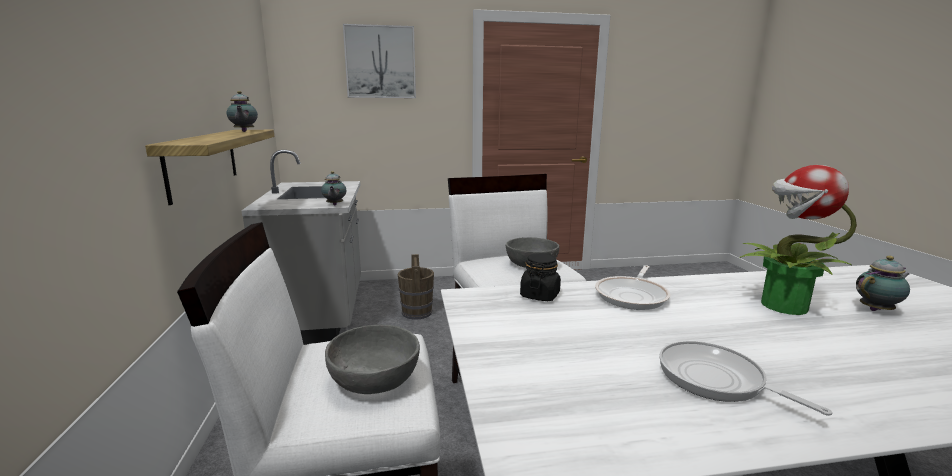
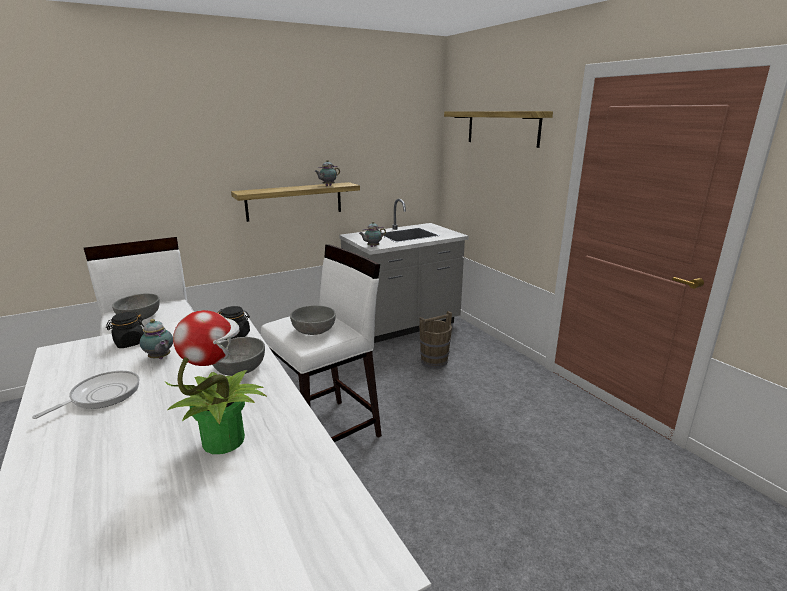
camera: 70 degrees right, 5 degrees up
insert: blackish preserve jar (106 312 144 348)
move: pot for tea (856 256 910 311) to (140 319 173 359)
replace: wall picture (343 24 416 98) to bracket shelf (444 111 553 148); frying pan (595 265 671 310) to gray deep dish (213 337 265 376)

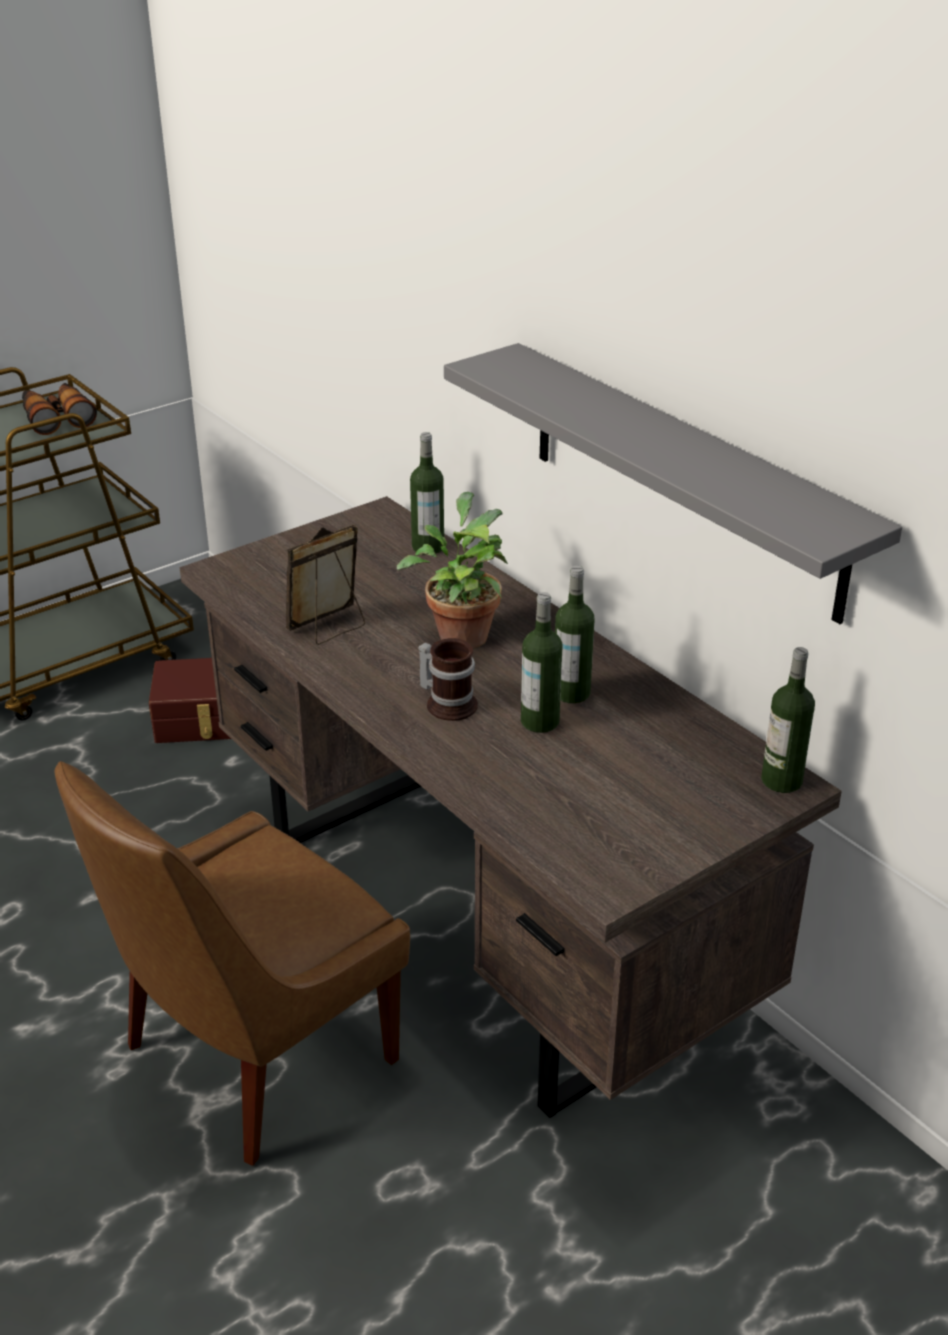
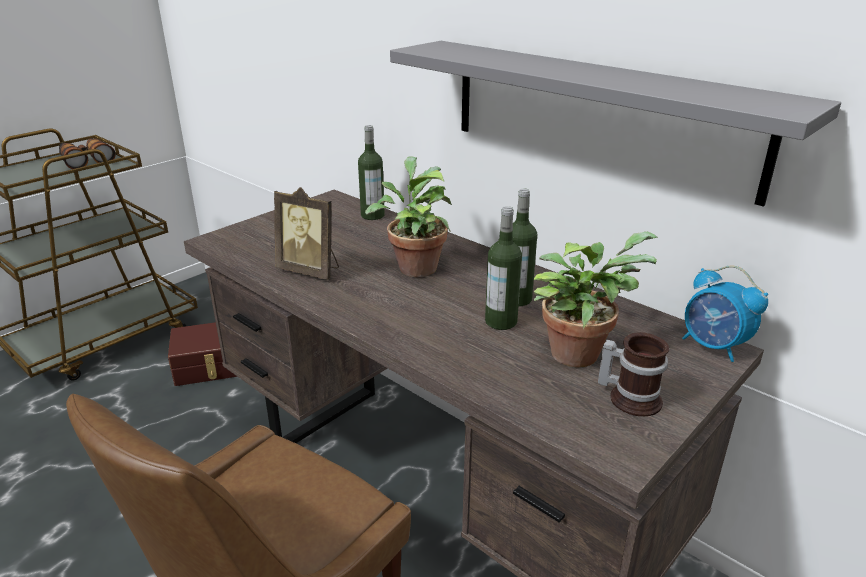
camera: 10 degrees left, 5 degrees down
insert: houseplant (533 232 658 368)
move: mug (418 638 478 721) to (598 332 669 416)
replace: beverage bottle (761 647 815 793) to bedside clock (682 266 768 362)
rotate: standing frame (286 525 365 645) = (274 187 339 280) 105 degrees counterclockwise

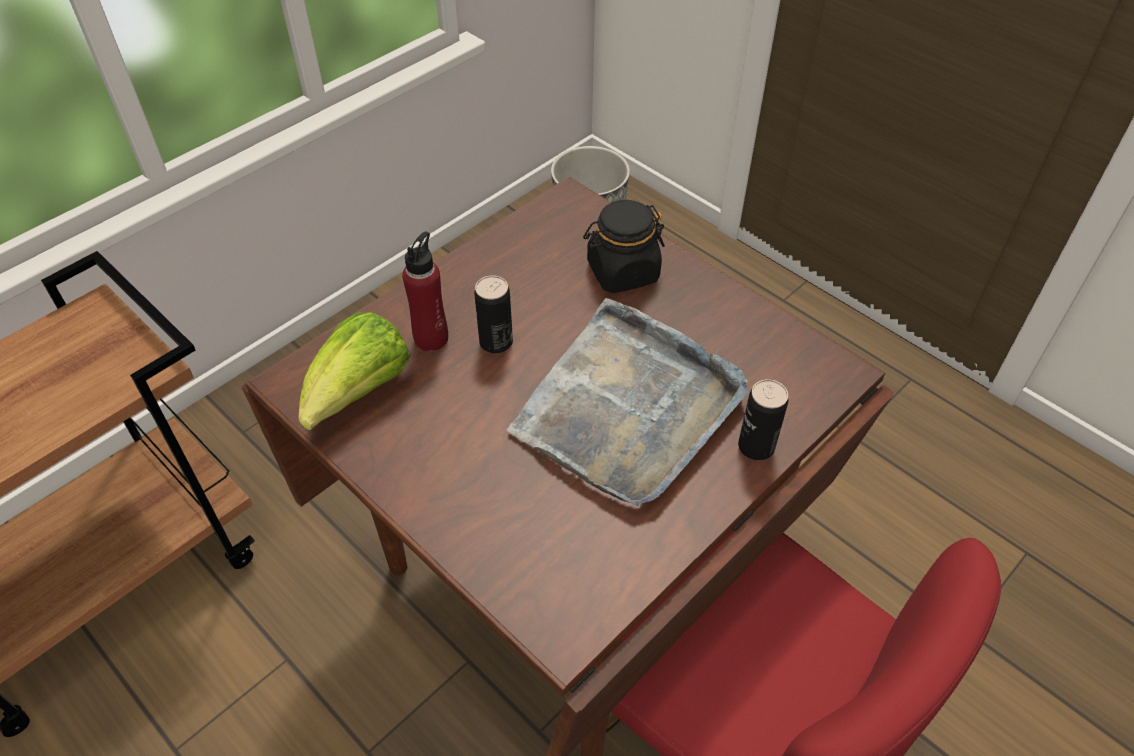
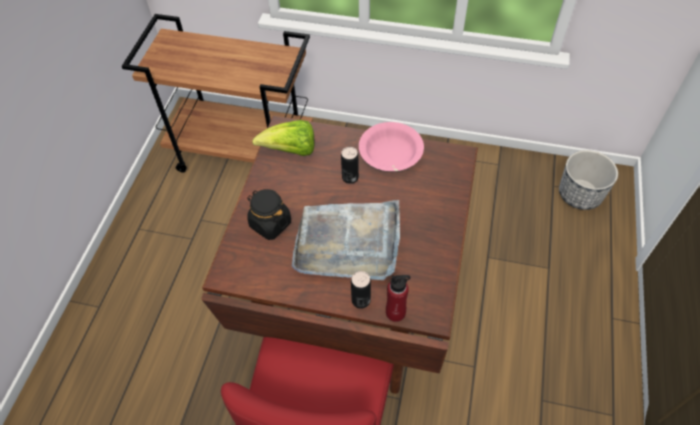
camera: 60 degrees right, 5 degrees up
insert: pinkish deep dish (359 122 424 171)
move: reddish beverage bottle (402 232 448 351) to (386 275 411 322); blackish preserve jar (583 200 664 293) to (247 189 291 240)

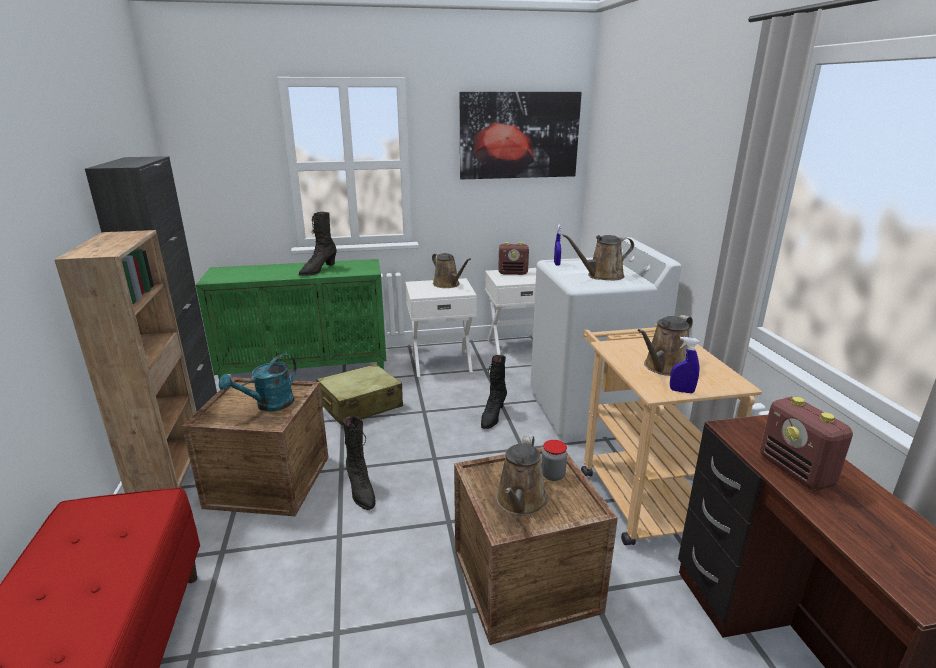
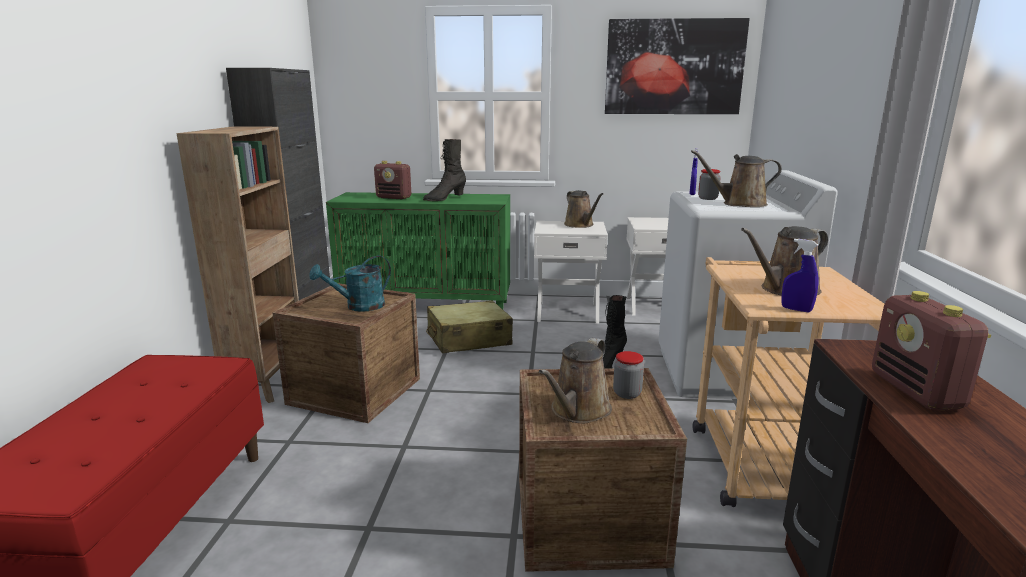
camera: 15 degrees right, 5 degrees down
delete: blackish high-top boot (343 416 375 510)
insert: preserve jar (698 169 721 200)
move: radio (498 242 529 275) to (374 161 411 199)

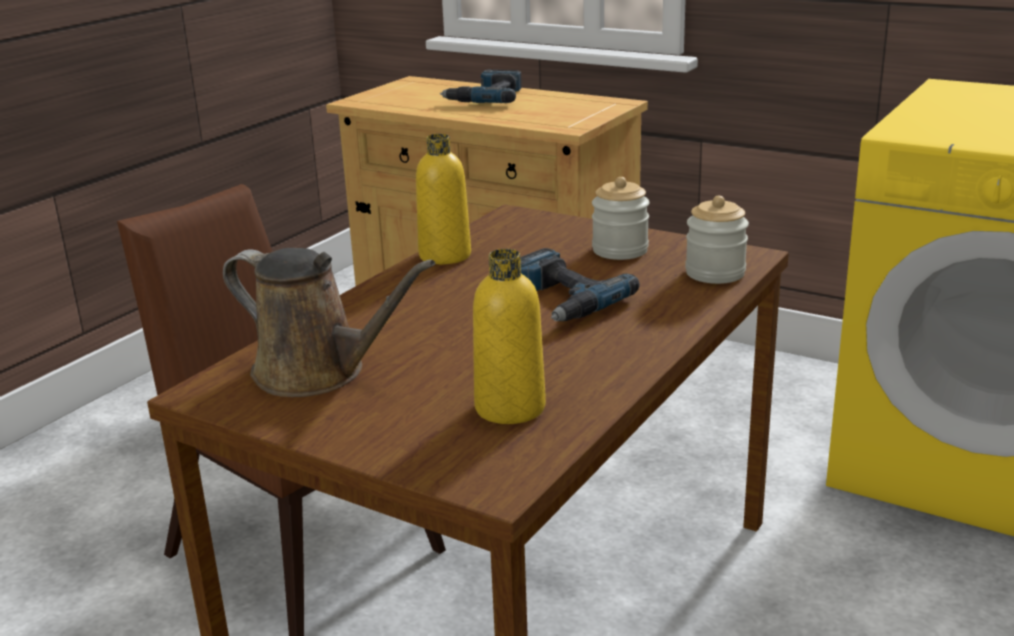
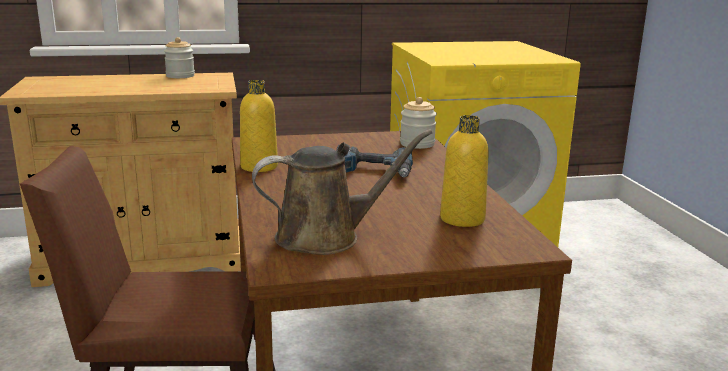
camera: 45 degrees left, 5 degrees down
delete: electric drill (440 70 522 103)
move: preserve jar (592 177 649 260) to (164 37 195 78)

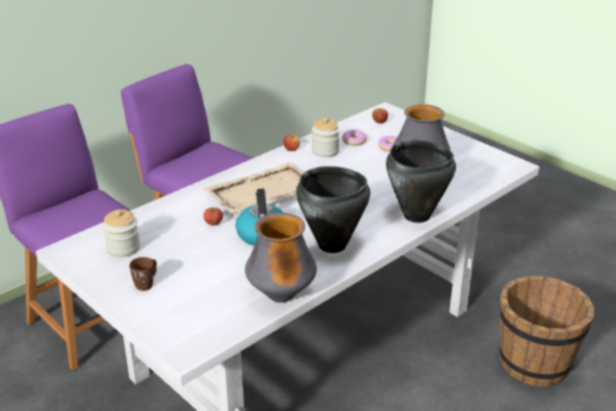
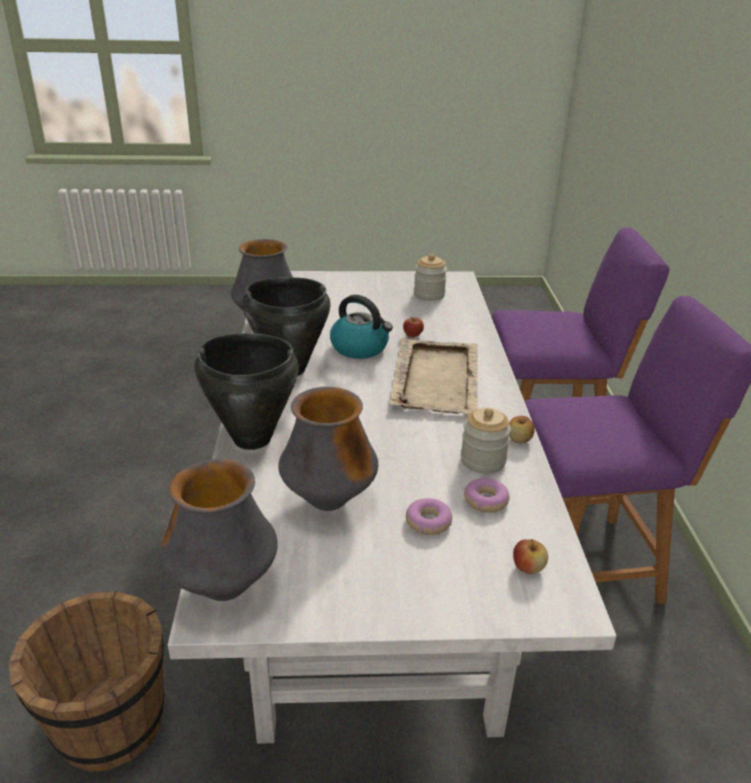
camera: 130 degrees right, 0 degrees up
delete: brown mug (129 257 157 291)
insert: decorative vase (159 459 278 601)

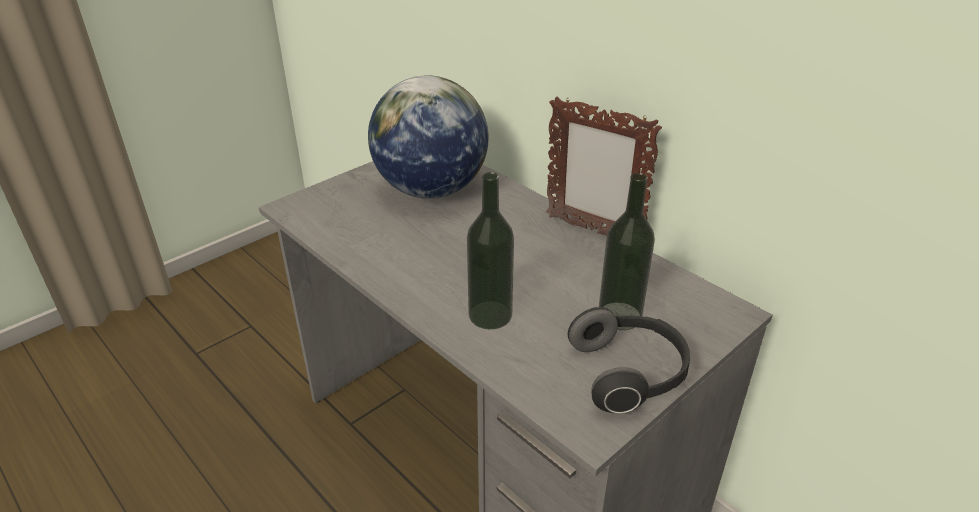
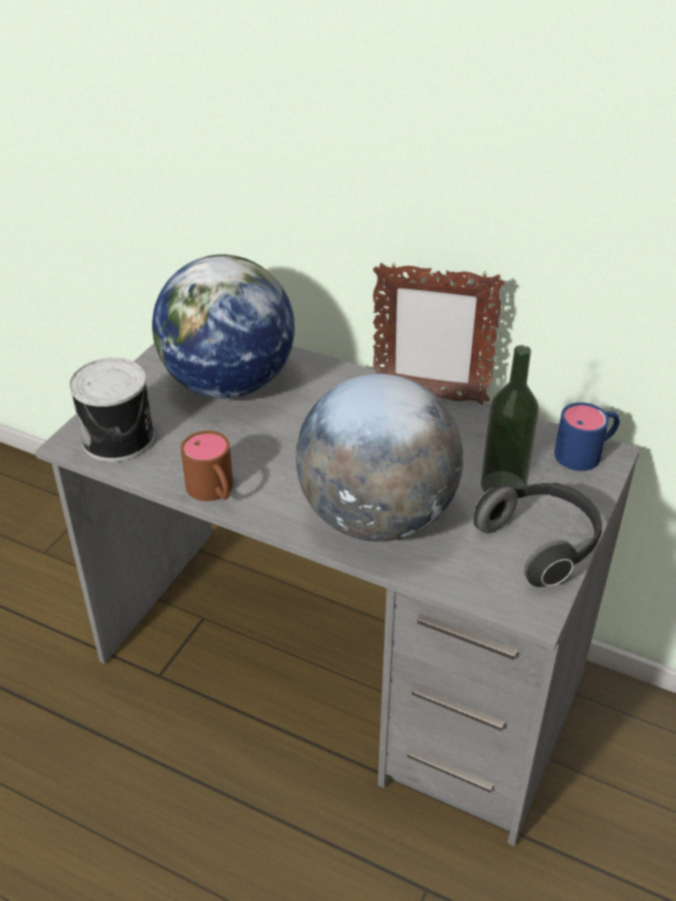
camera: 20 degrees left, 5 degrees up
insert: sealed can (69 358 155 462); brown mug (181 431 233 501); bluish mug (554 402 620 471)
replace: beverage bottle (467 172 514 329) to globe (296 374 463 542)

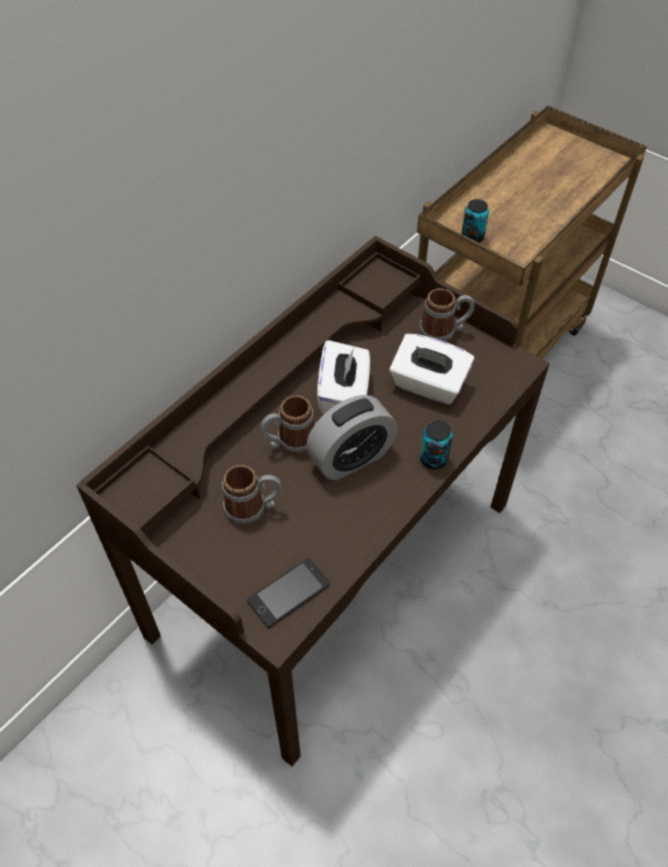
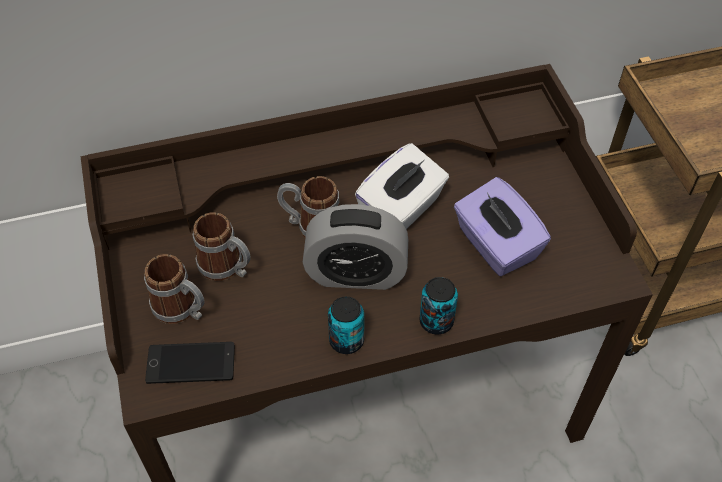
camera: 35 degrees right, 0 degrees up
move: mug (419 288 474 342) to (144 254 205 324); sealed can (461 199 489 243) to (328 296 364 354)
recolor: white-coloured tissue box (389 334 474 405) to purple-coloured tissue box (454 177 551 276)

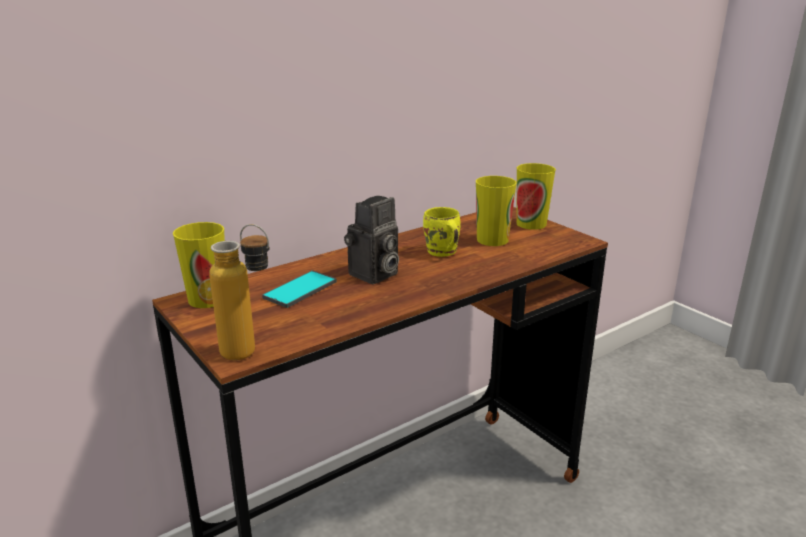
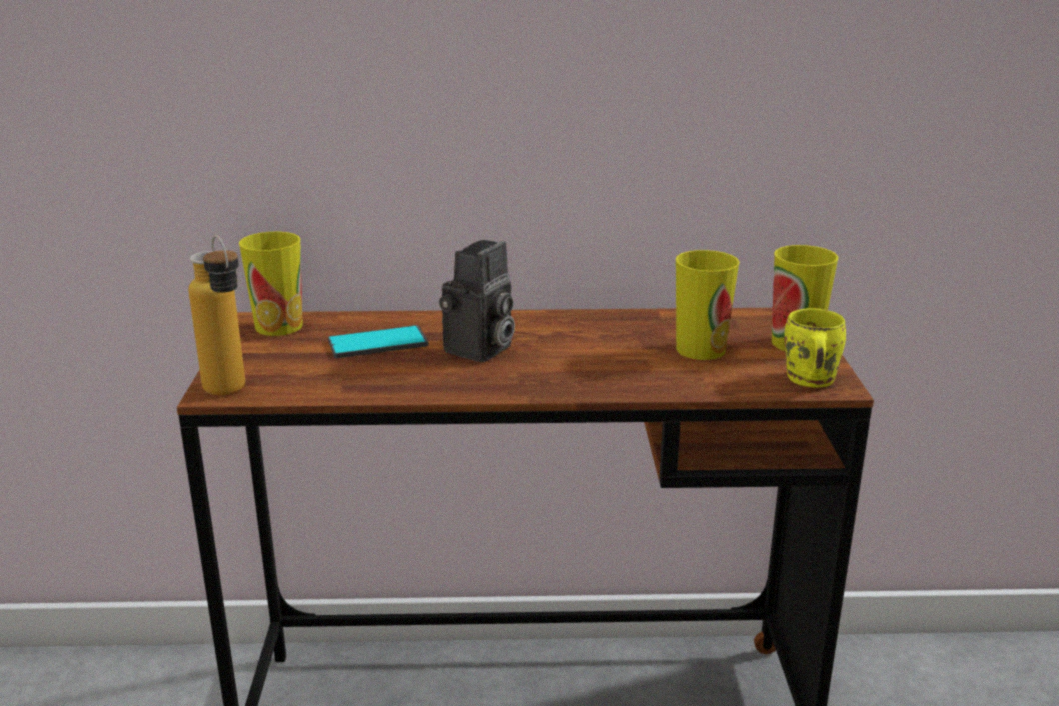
camera: 35 degrees right, 0 degrees up
move: yellowish mug (423 207 461 257) to (784 308 846 388)
rotate: still camera (344 196 399 284) = (439 240 515 363) 45 degrees counterclockwise

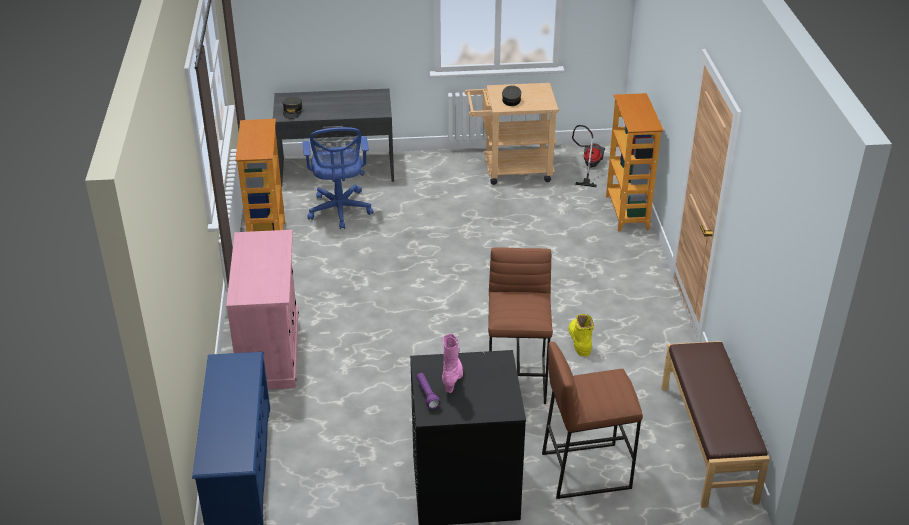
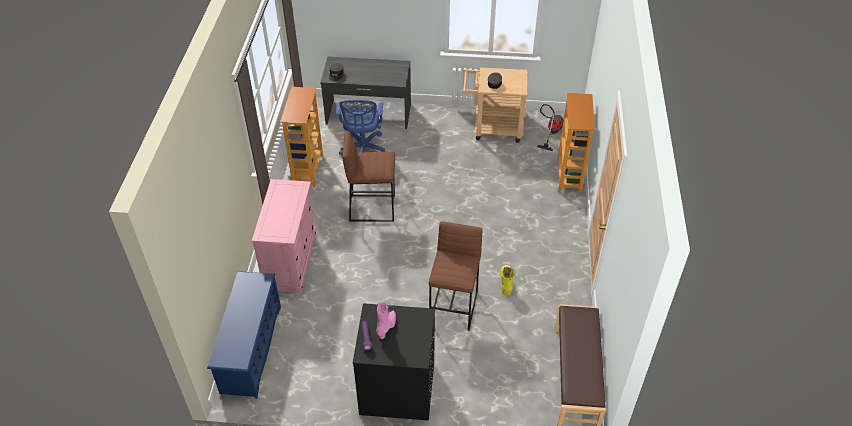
camera: 10 degrees right, 10 degrees up
move: brown sitting stool (542 342 643 499) to (342 131 395 222)

